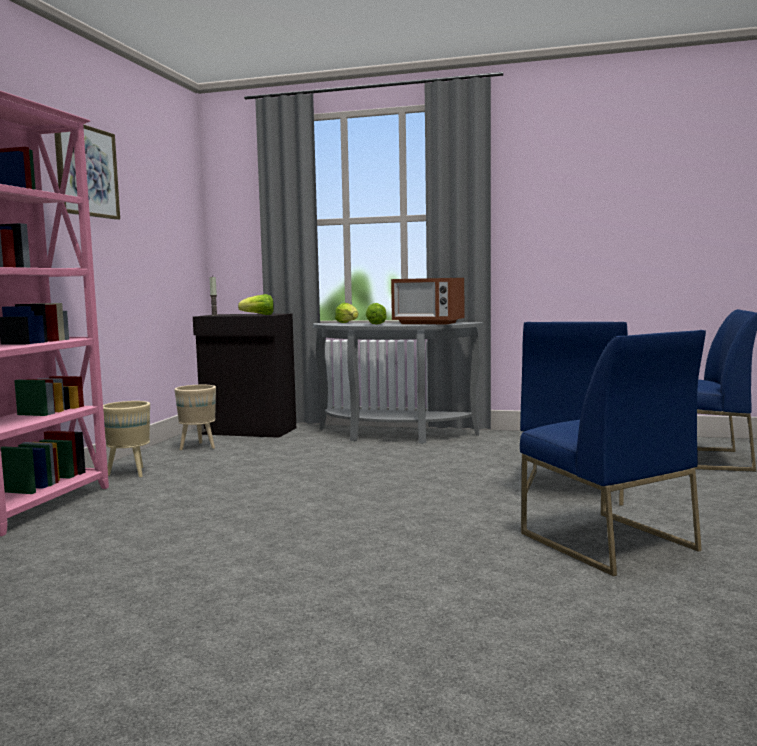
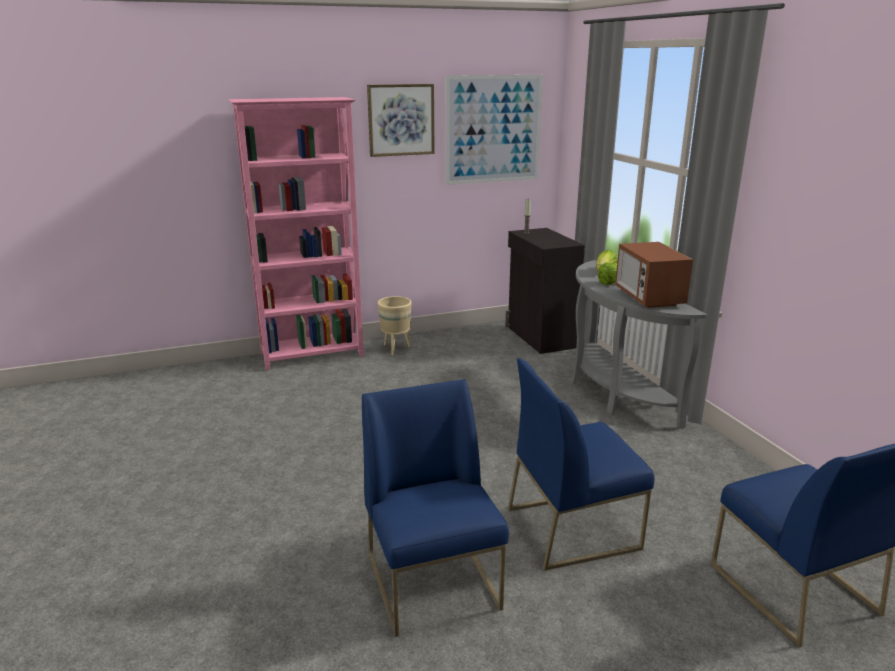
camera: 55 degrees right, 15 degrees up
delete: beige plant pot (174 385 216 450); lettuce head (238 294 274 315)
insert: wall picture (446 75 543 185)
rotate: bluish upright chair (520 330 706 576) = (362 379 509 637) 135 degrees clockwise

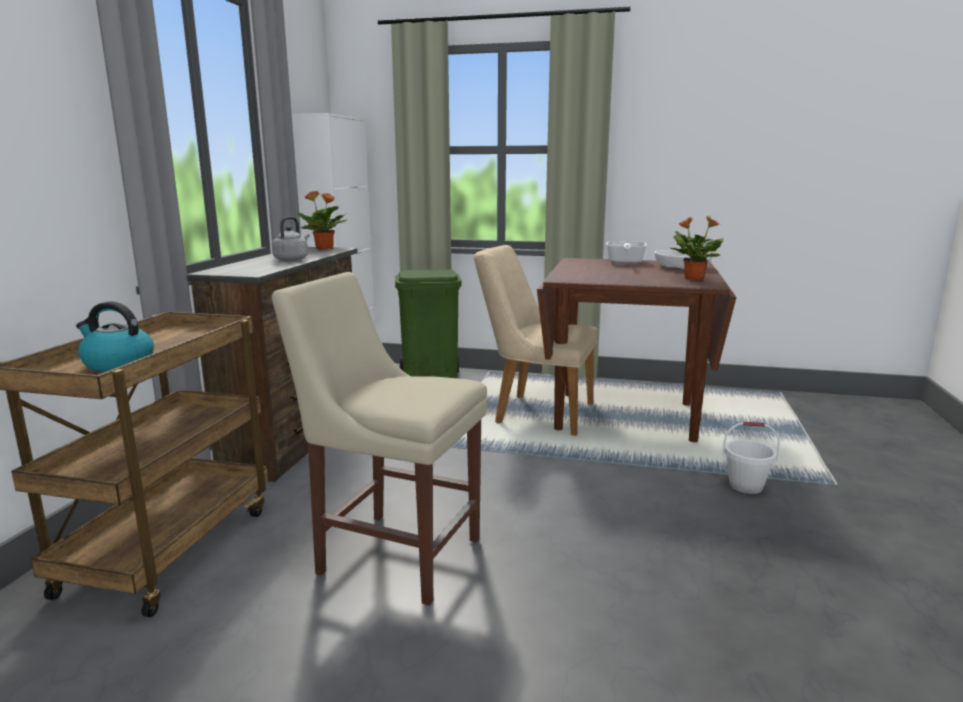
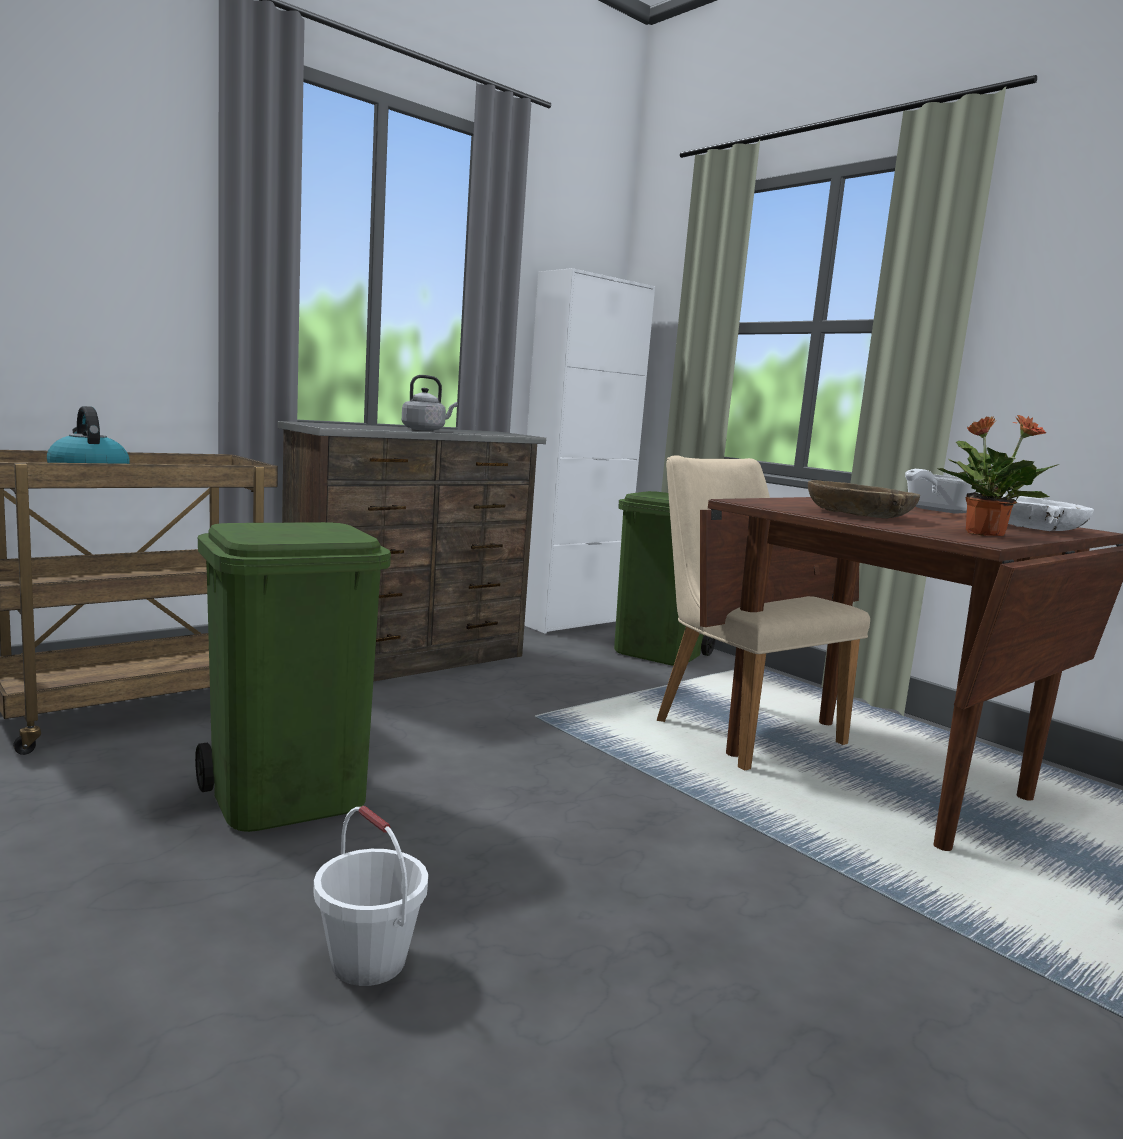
camera: 35 degrees right, 5 degrees down
delete: houseplant (296 191 348 250)
insert: brown deep dish (808 480 920 519)
move: white-coloured water bucket (722 422 780 494) to (314 806 428 986)
replace: beige upright chair (272 272 487 605) to greenish rubbish bin (195 522 391 832)

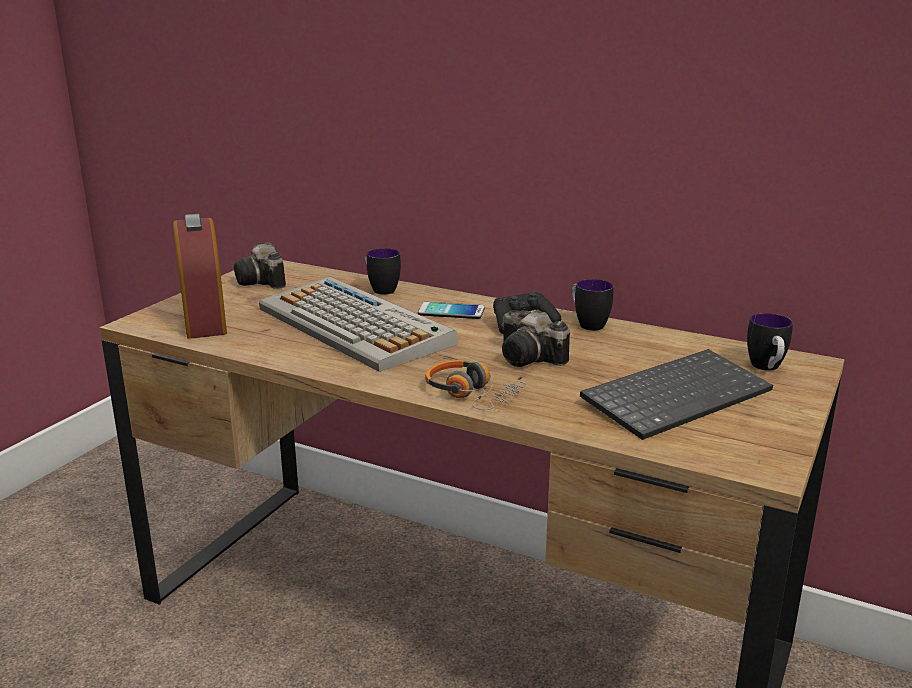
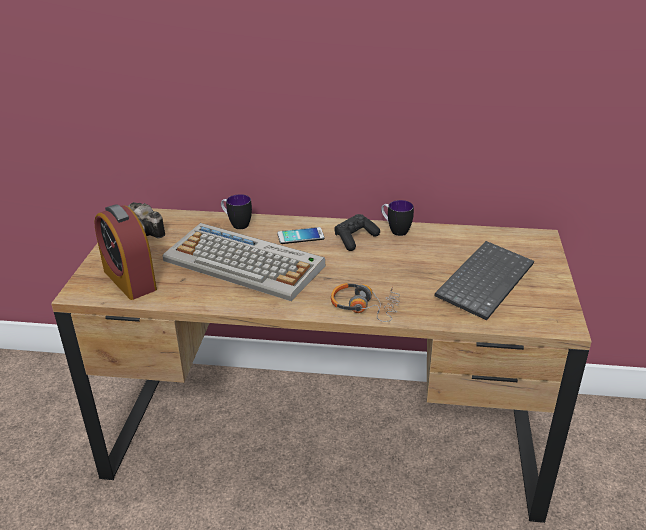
camera: 20 degrees left, 10 degrees up
delete: still camera (501 309 570 367); mug (747 313 793 371)

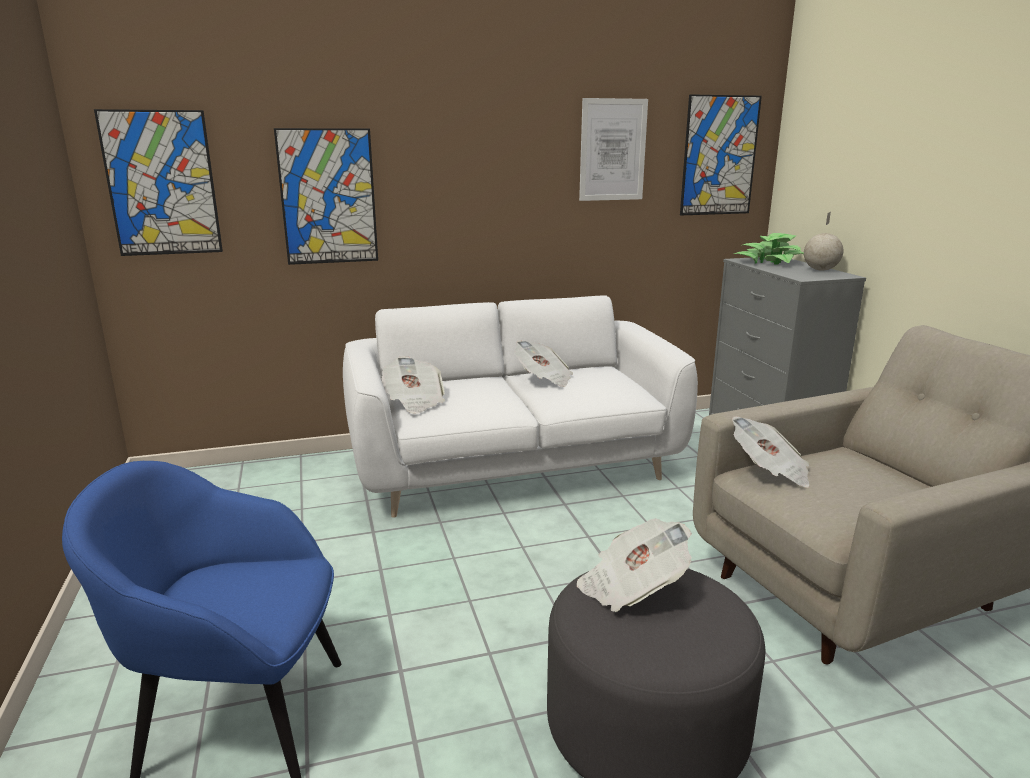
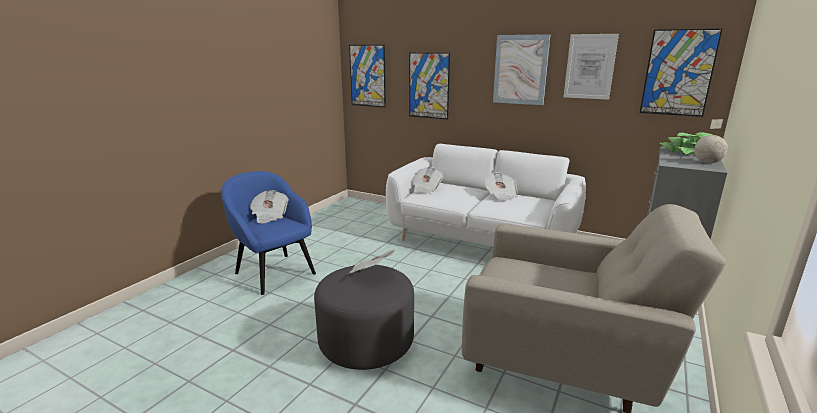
camera: 45 degrees right, 0 degrees up
insert: wall picture (493 34 550 105)
move: daily paper (732 416 809 488) to (250 190 288 224)

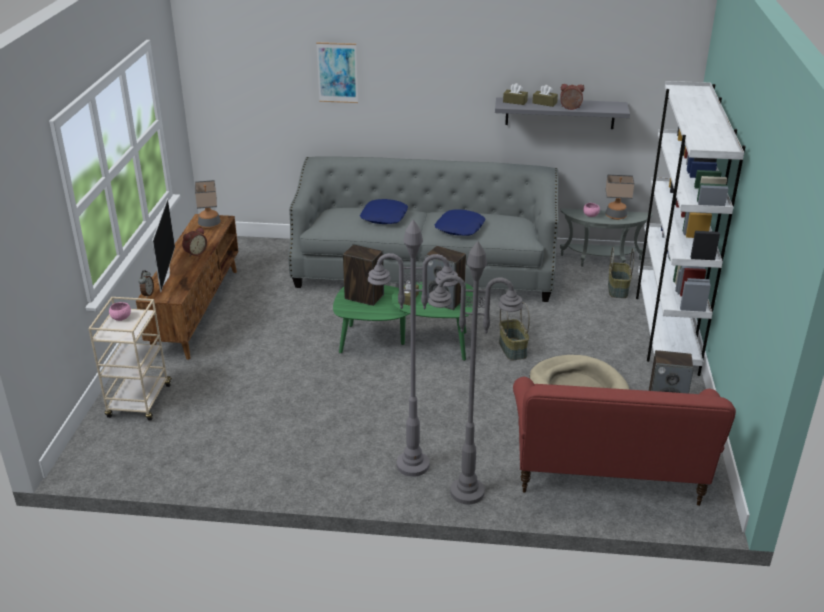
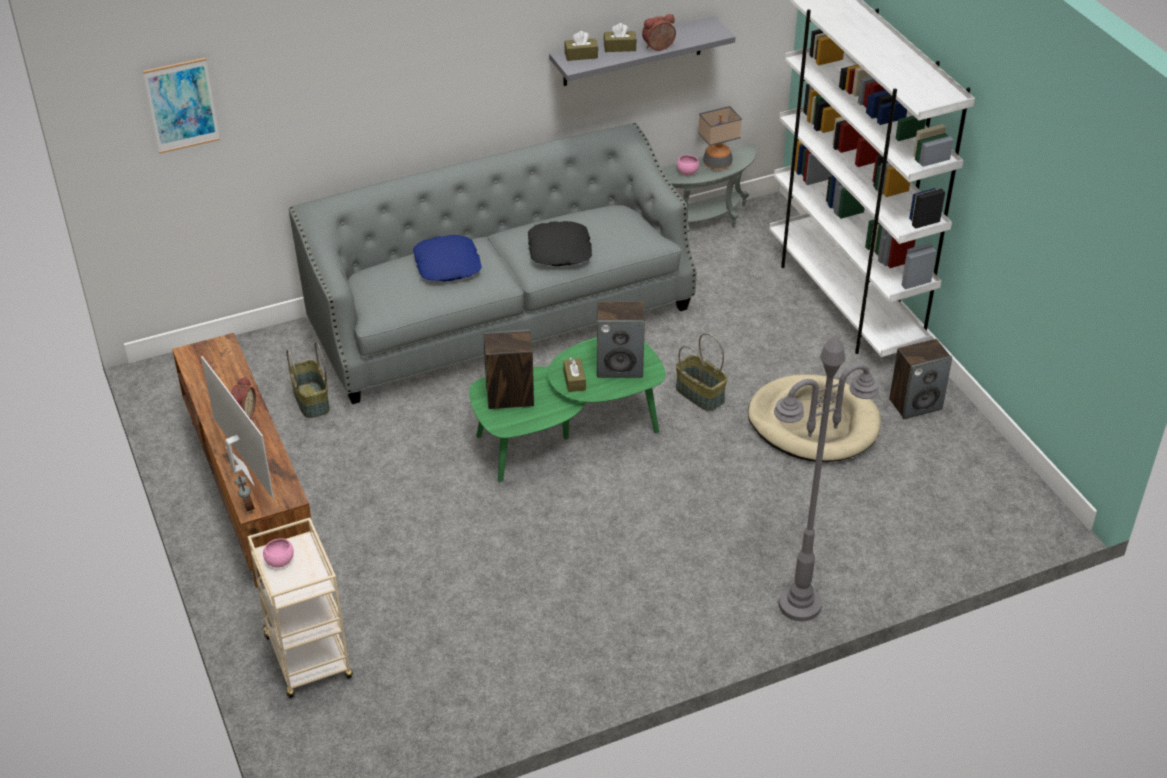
camera: 30 degrees left, 10 degrees up
delete: tabletop lamp (195 180 221 228); gray standard lamp (368 220 458 477); reddish couch (513 377 736 506)
move: wall picture (316 42 358 103) to (143 58 220 153); storage basket (608 247 634 298) to (287 342 330 418)
recolor: bluish cushion (435 209 486 236) to blackish cushion (528 221 592 266)

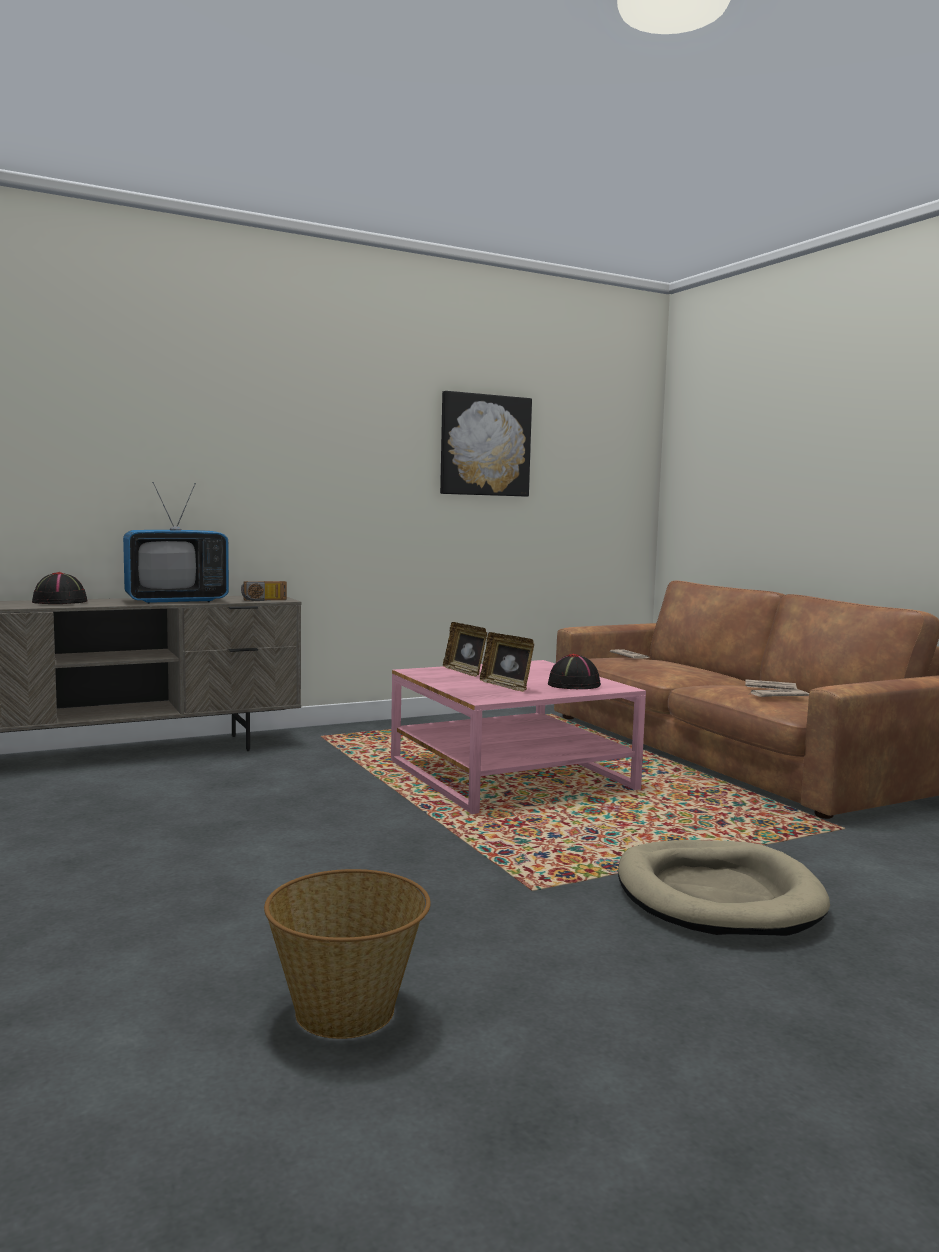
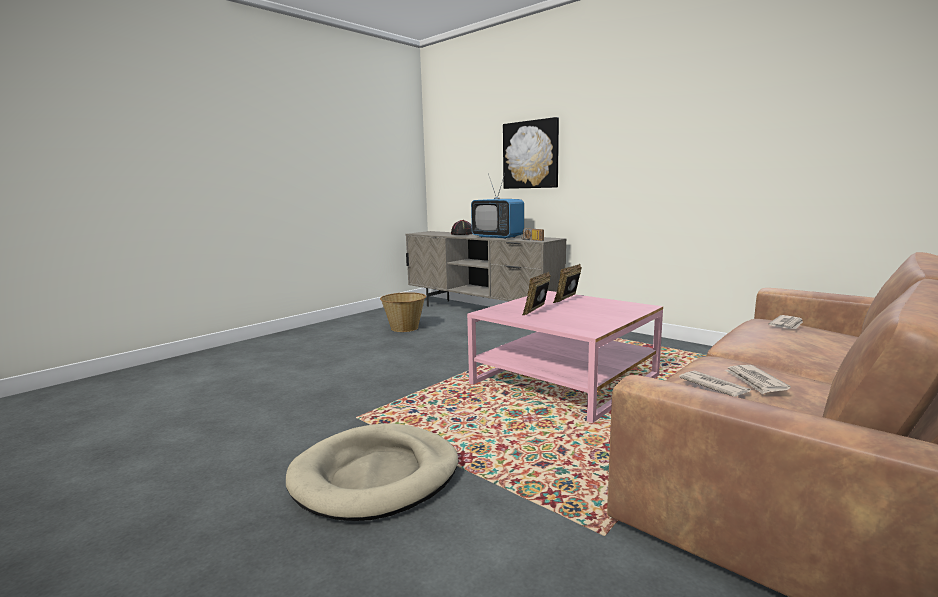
camera: 70 degrees right, 5 degrees up
delete: blackish clothing hat (548 653 601 689)
move: storage basket (264 869 431 1039) to (380 292 426 332); wall picture (440 391 532 497) to (503 117 559 189)

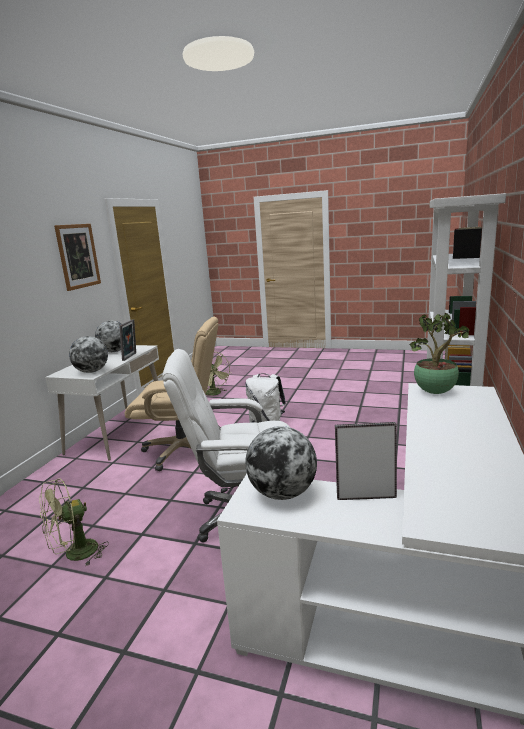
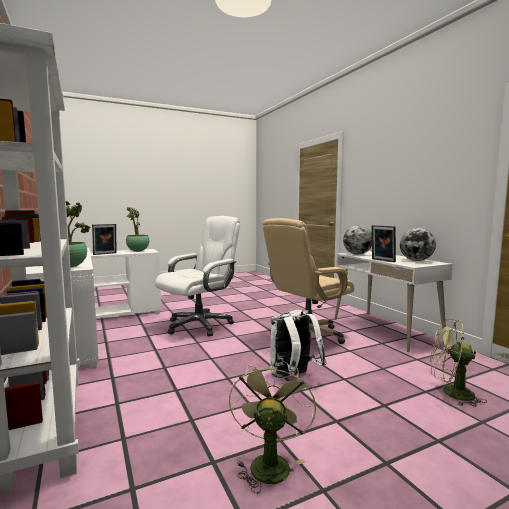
camera: 135 degrees right, 10 degrees down
delete: wall picture (54 224 101 291)
move: greenish electric fan (39 478 109 567) to (229 361 316 493)
replace: globe (245 426 317 500) to houseplant (126 207 149 252)

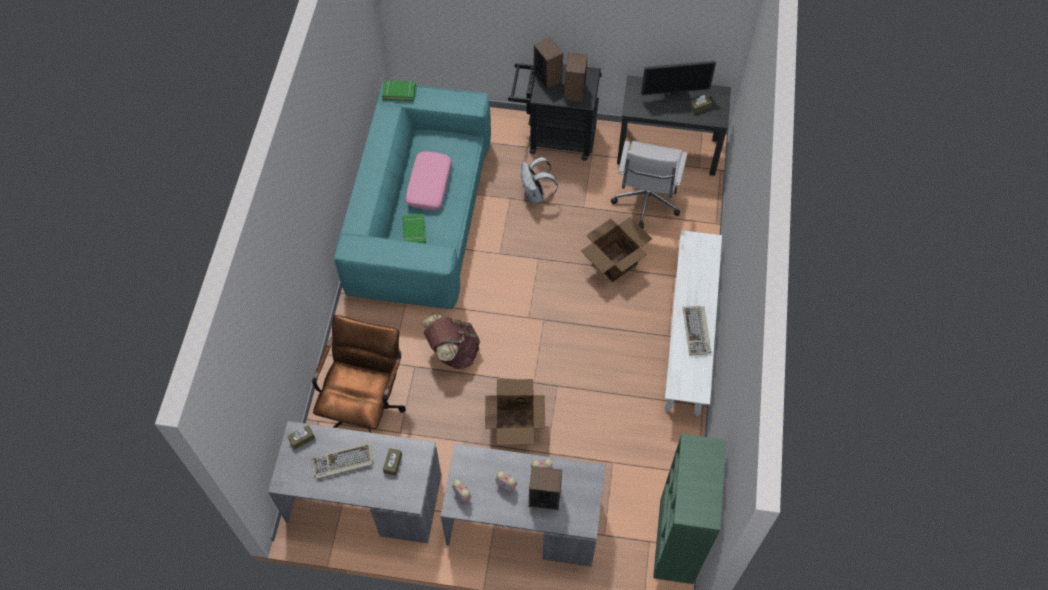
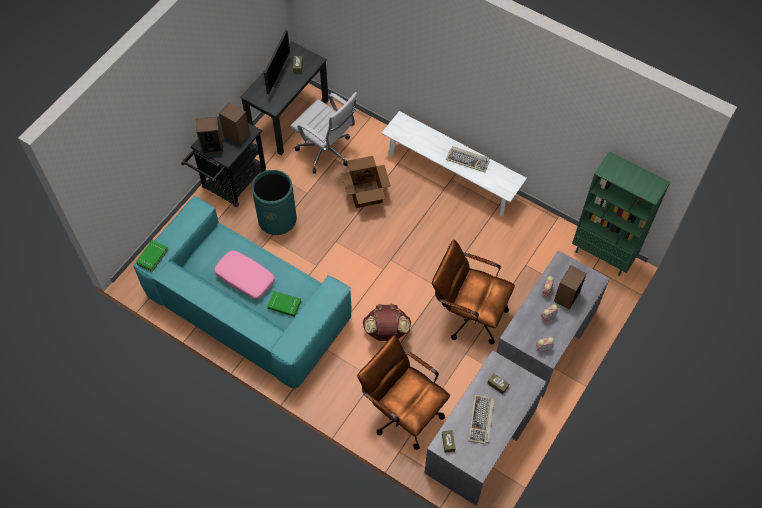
camera: 65 degrees left, 0 degrees up
replace: carton (485 379 545 445) to brown desk chair (432 240 515 345); white-coloured rucksack (521 157 558 204) to greenish rubbish bin (252 170 297 235)

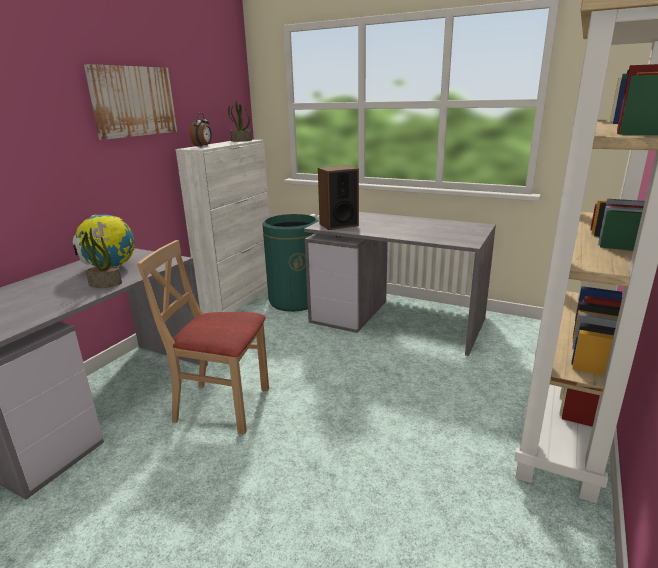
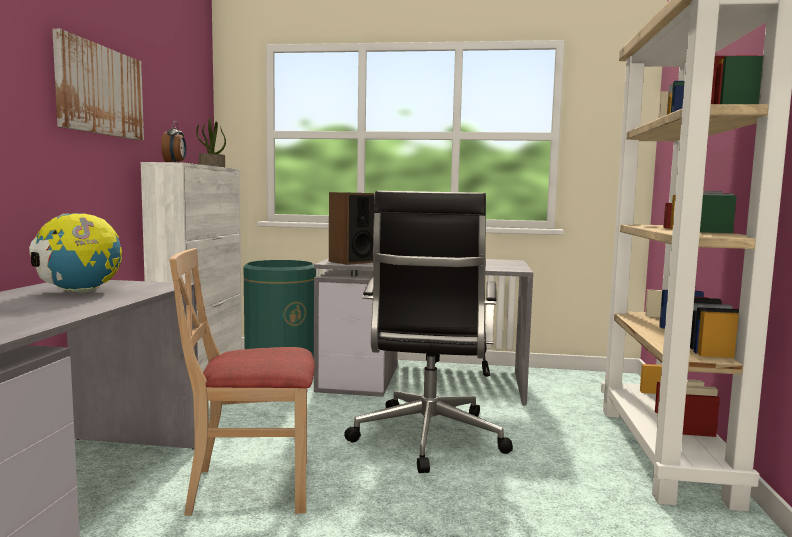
camera: 20 degrees left, 15 degrees down
delete: houseplant (82 228 122 288)
insert: blackish desk chair (344 191 513 473)

